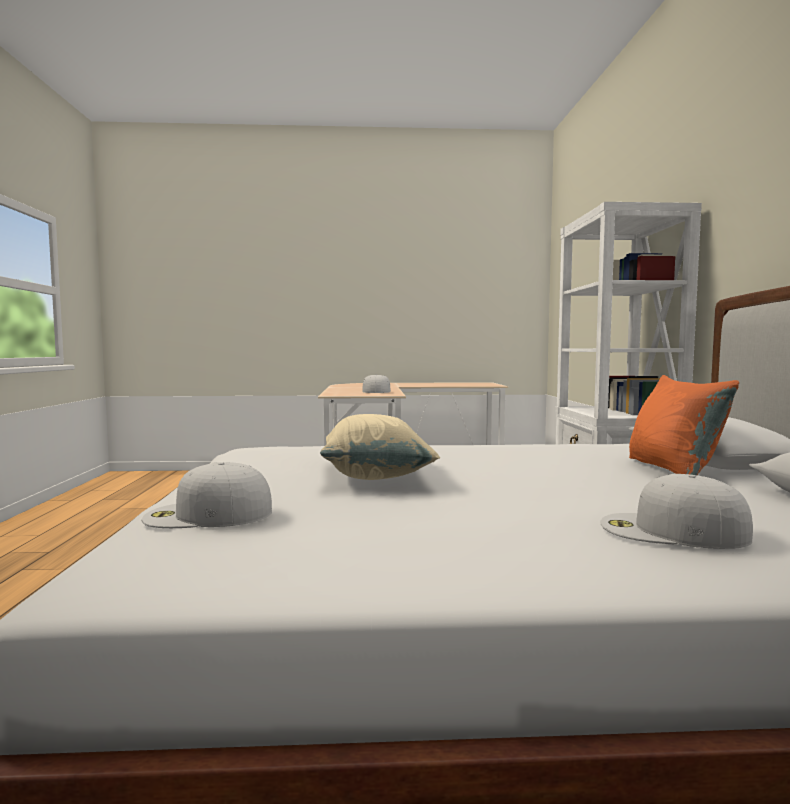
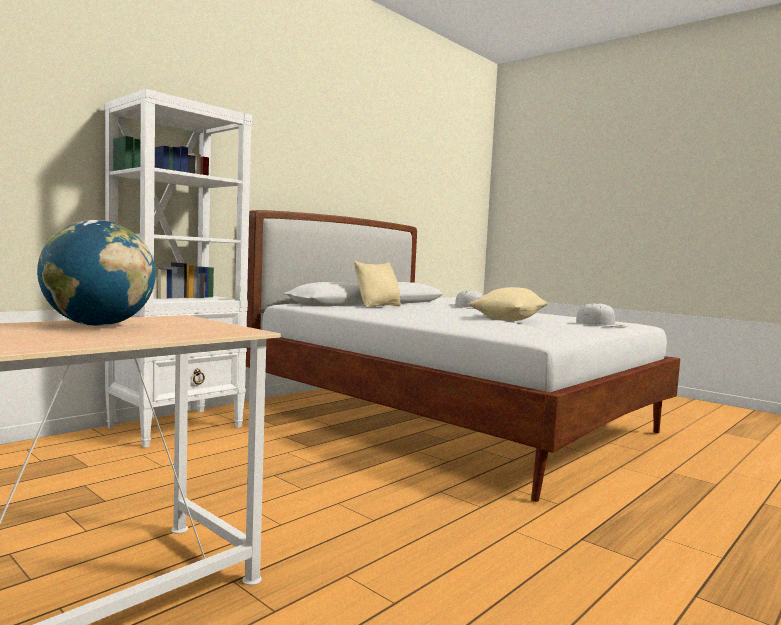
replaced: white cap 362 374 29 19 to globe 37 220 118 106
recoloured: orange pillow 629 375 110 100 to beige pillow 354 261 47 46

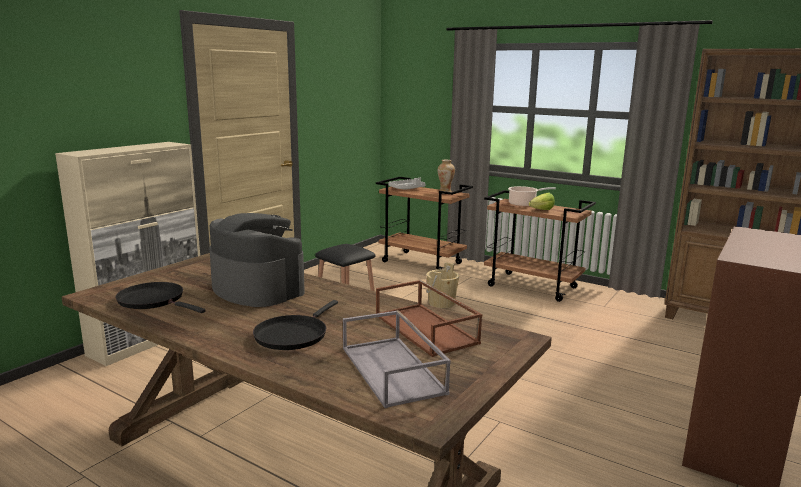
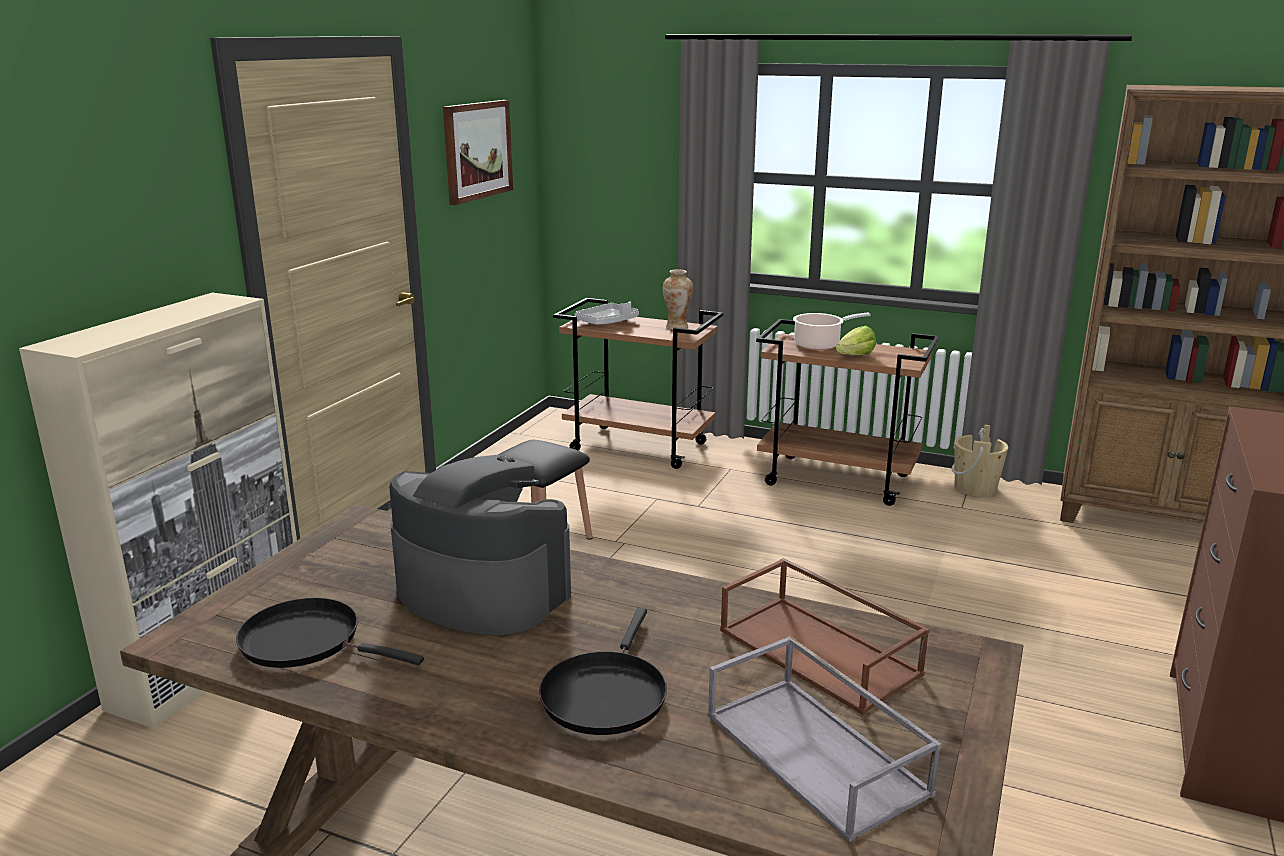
added: picture 443 100 70 105
moved: beige bucket 426 262 33 46 to 952 425 56 72

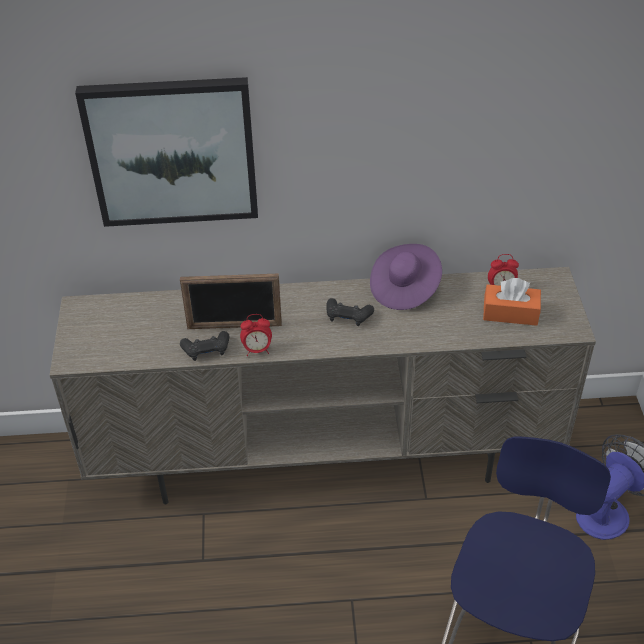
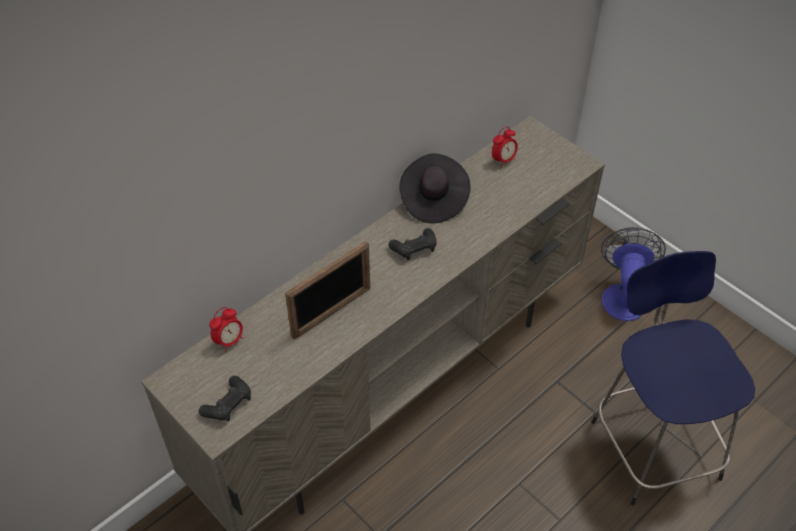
removed: picture 75 77 183 150; orange tissue box 483 278 58 48
moved: black game controller 180 331 49 30 to 199 376 52 45; alarm clock 240 314 32 42 to 209 307 34 45
recoloured: purple hat 370 244 72 66 to black hat 399 153 71 70

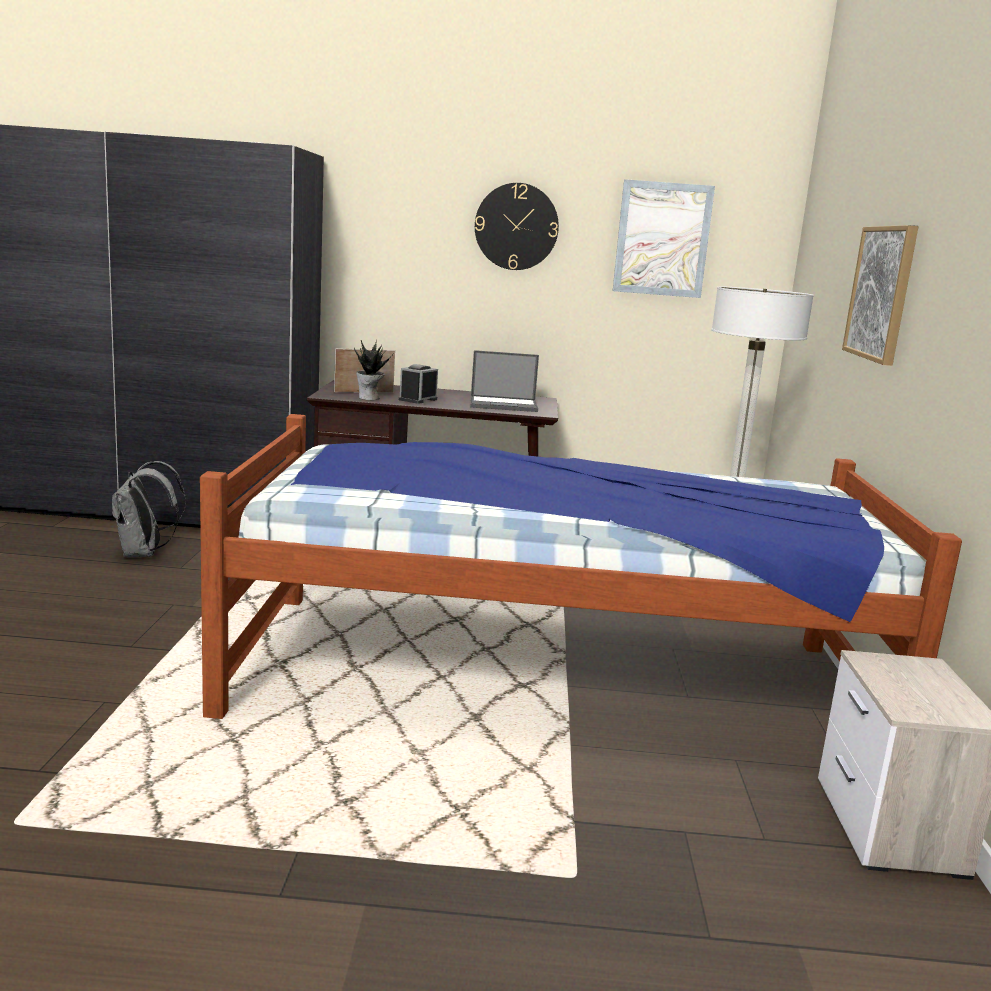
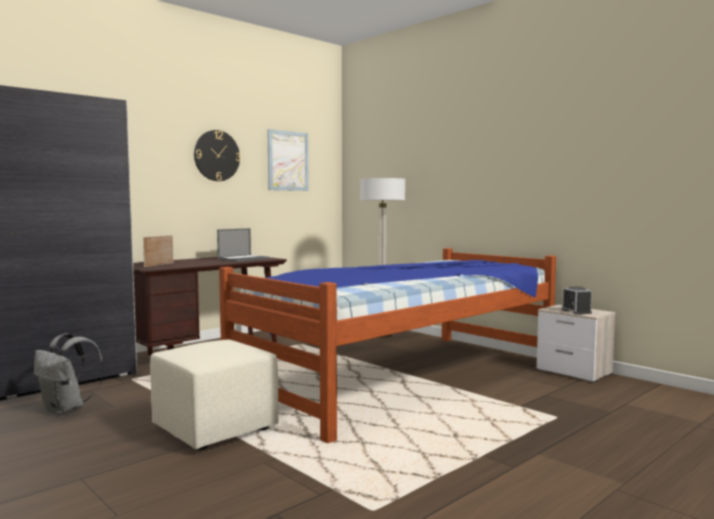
removed: potted plant 354 339 40 61; picture 842 225 77 141
added: beige ottoman 150 339 129 111
moved: alarm clock 399 364 39 40 to 562 286 30 29

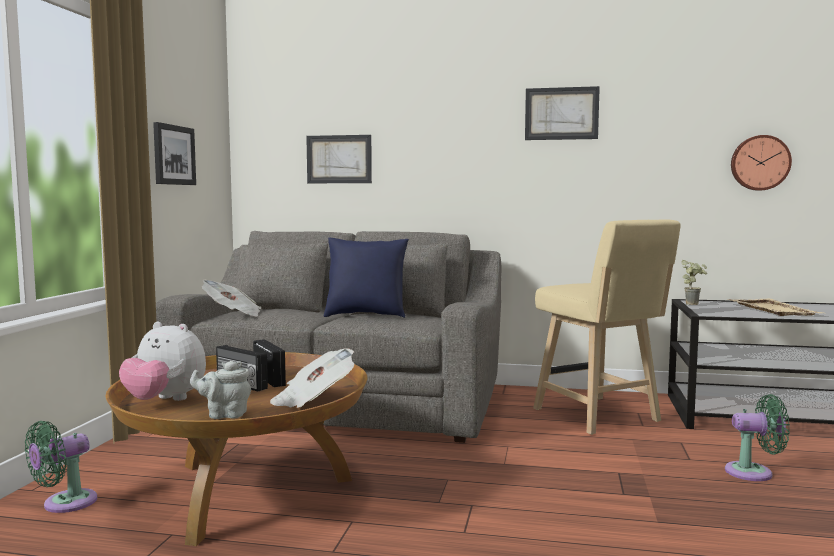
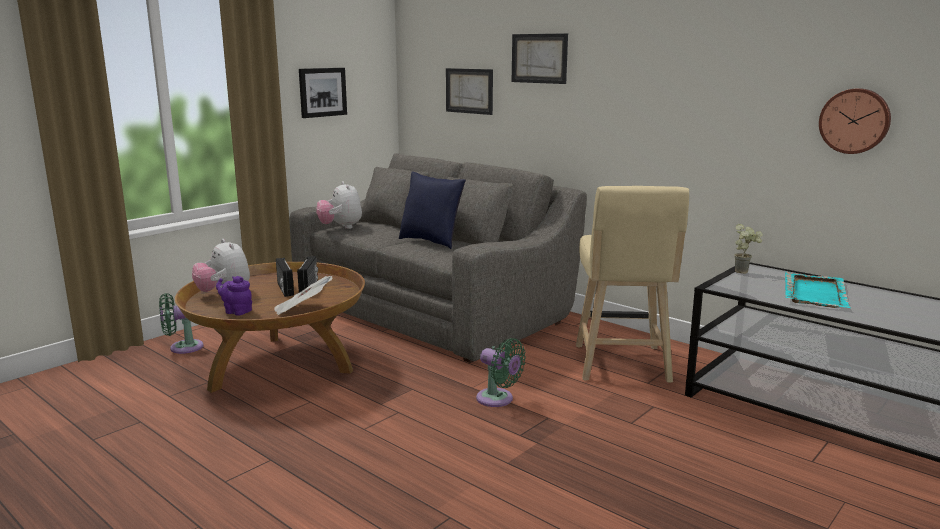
moved: picture 525 86 75 54 to 512 33 56 51; green fan 725 394 65 87 to 476 338 50 69
replaced: newspaper 202 280 59 37 to plush toy 316 181 46 48
recoloured: grey teapot 190 361 61 58 to purple teapot 216 276 36 40; beige tray 728 298 95 18 to turquoise tray 785 272 66 36

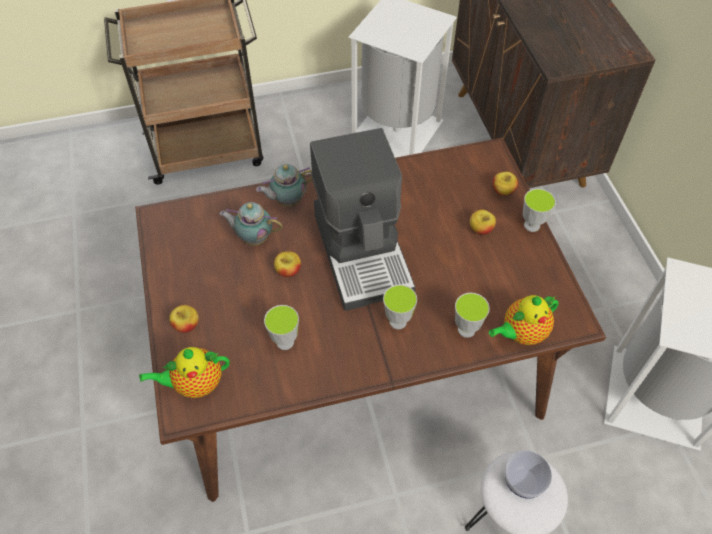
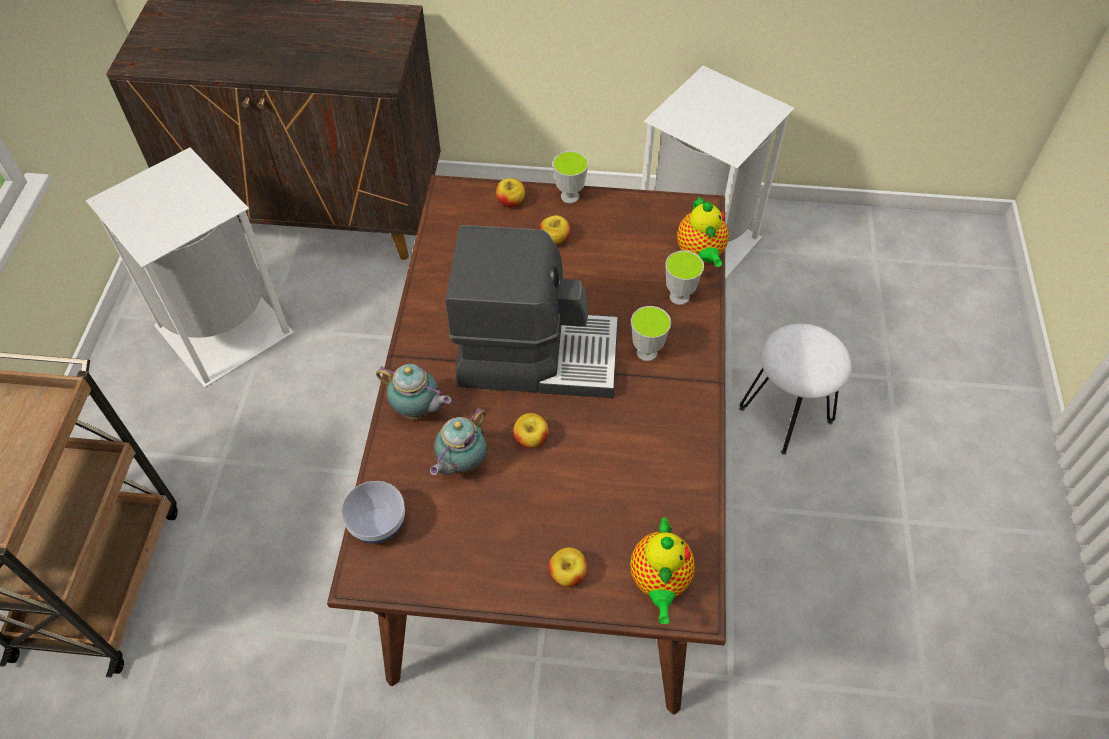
removed: cup 264 305 35 45
moved: bowl 505 451 47 48 to 341 481 64 63
turned: teapot 256 164 56 43 = 376 364 76 56 60 degrees counterclockwise

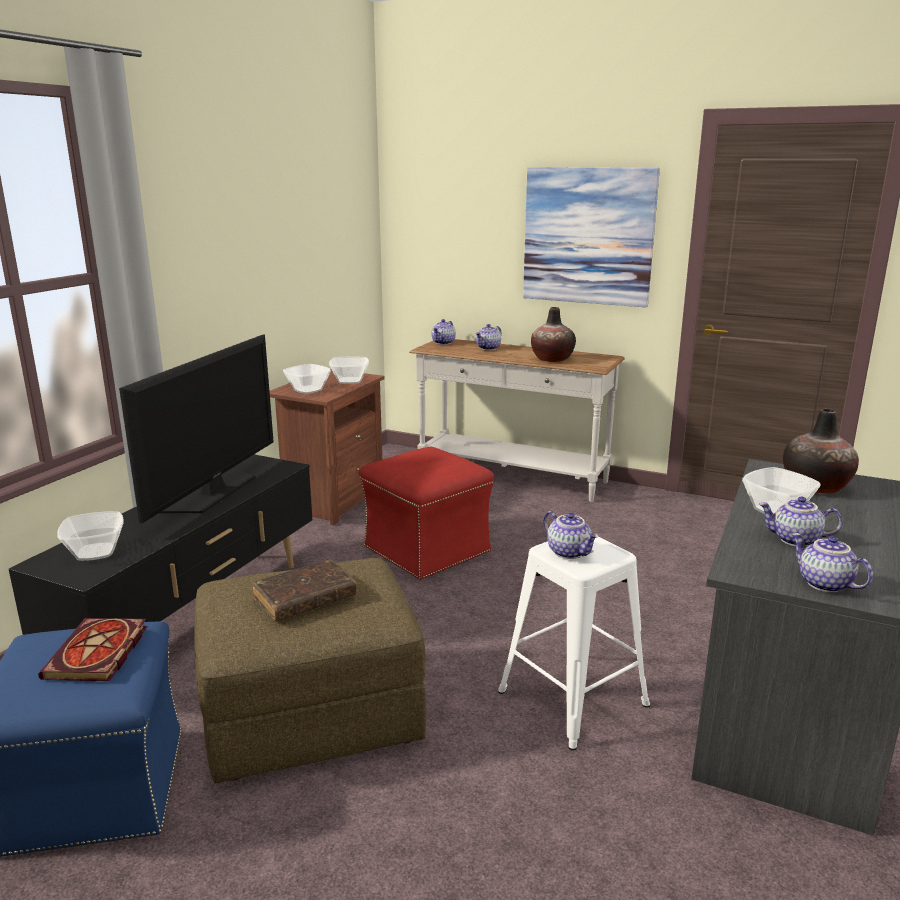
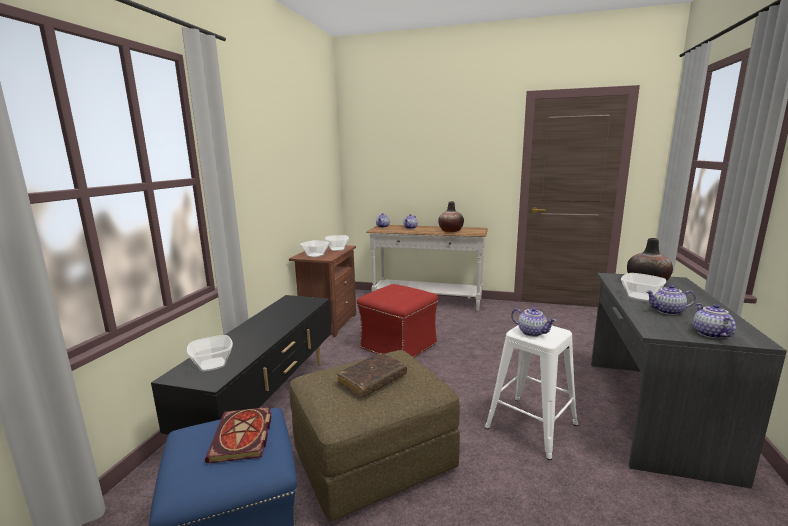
removed: television 119 334 155 190; picture 523 167 137 141
turned: teapot 792 533 81 60 = 693 303 43 36 45 degrees clockwise

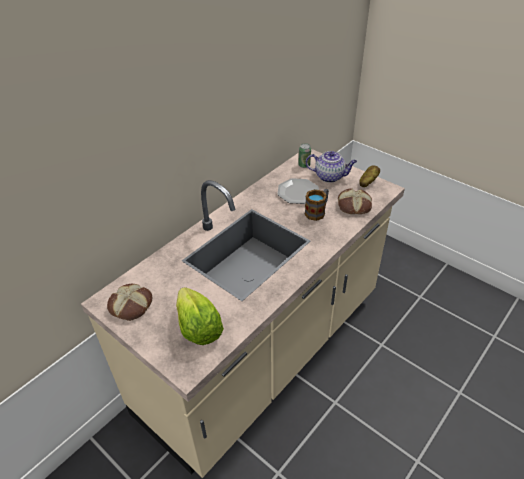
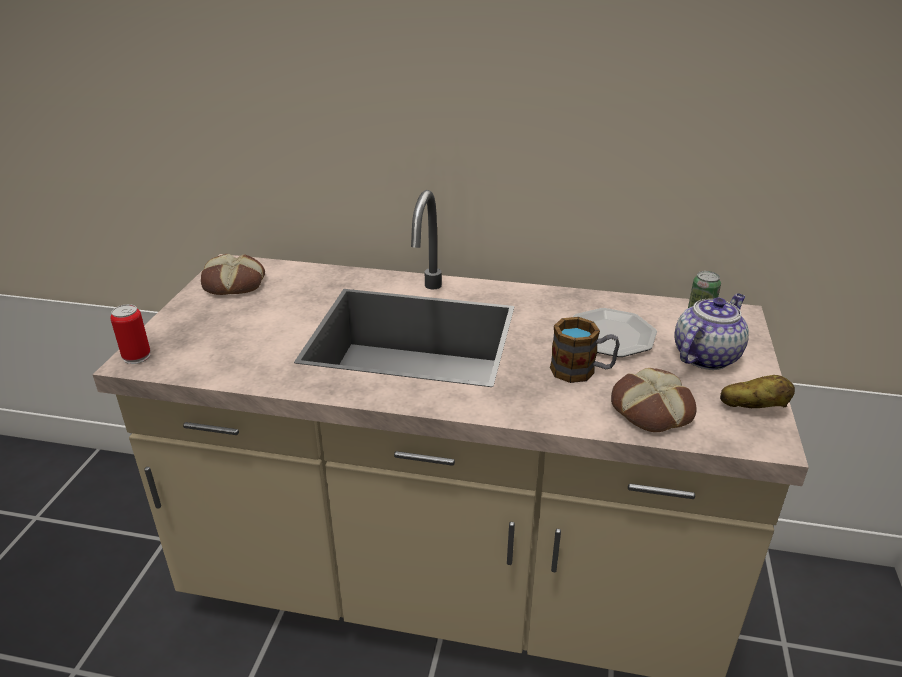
removed: lettuce 176 287 48 58
added: can 110 304 40 60
turned: teapot 306 151 51 32 = 674 294 75 76 120 degrees counterclockwise

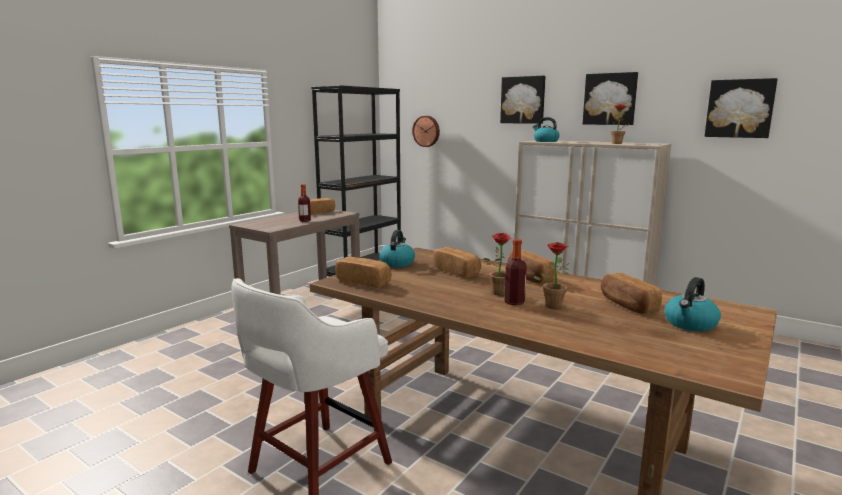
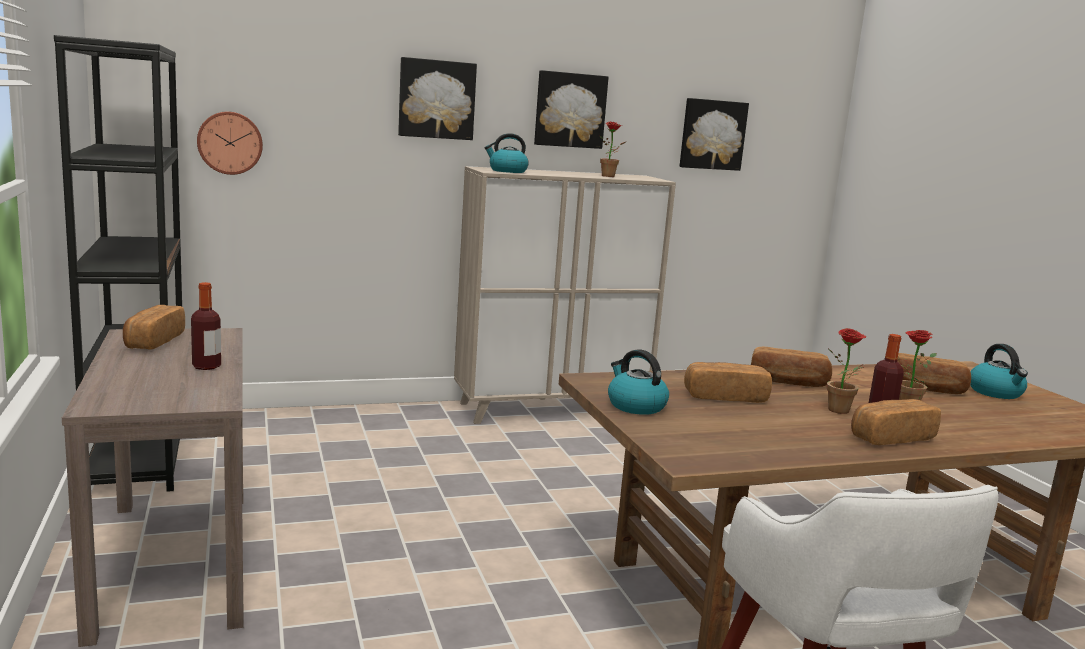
moved: bread 335 257 56 31 to 851 399 90 46

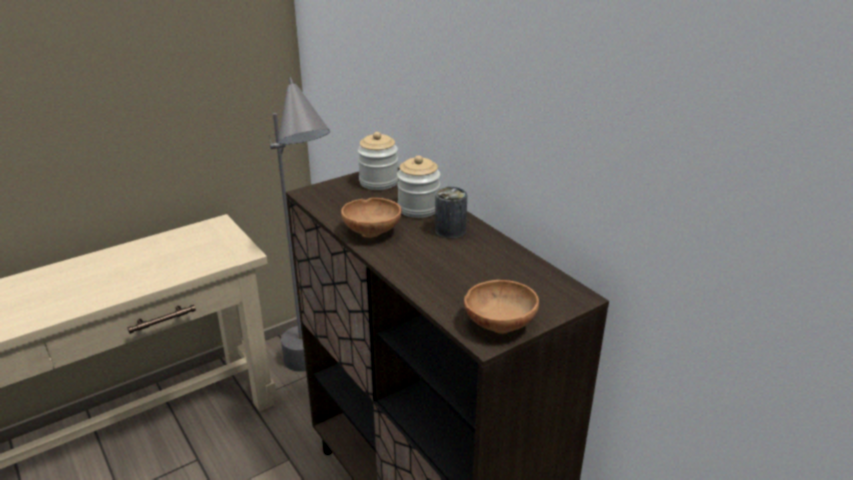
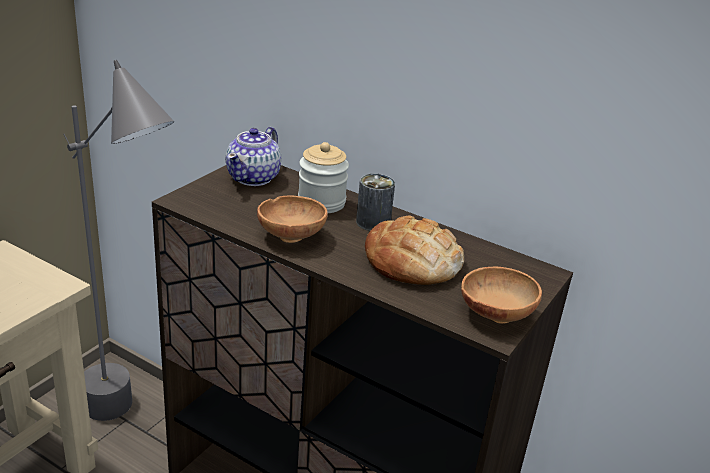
added: bread 365 215 99 70
replaced: jar 357 132 41 58 to teapot 226 127 55 59

